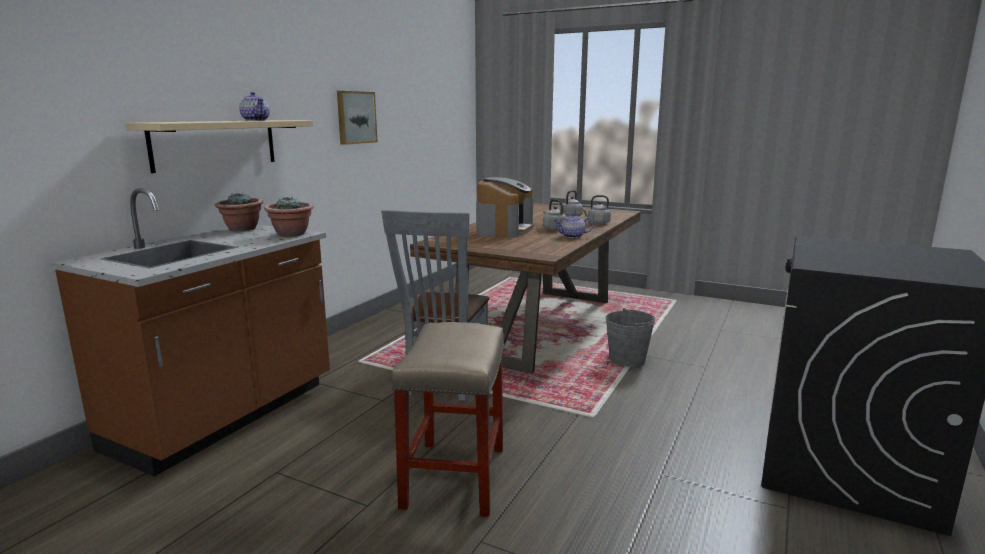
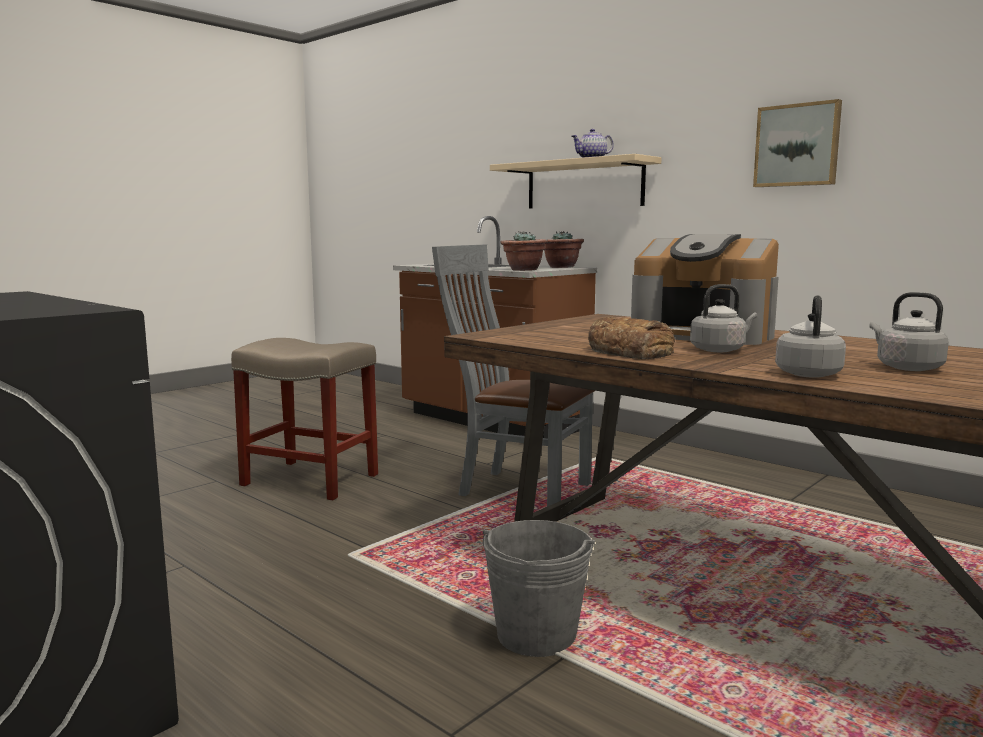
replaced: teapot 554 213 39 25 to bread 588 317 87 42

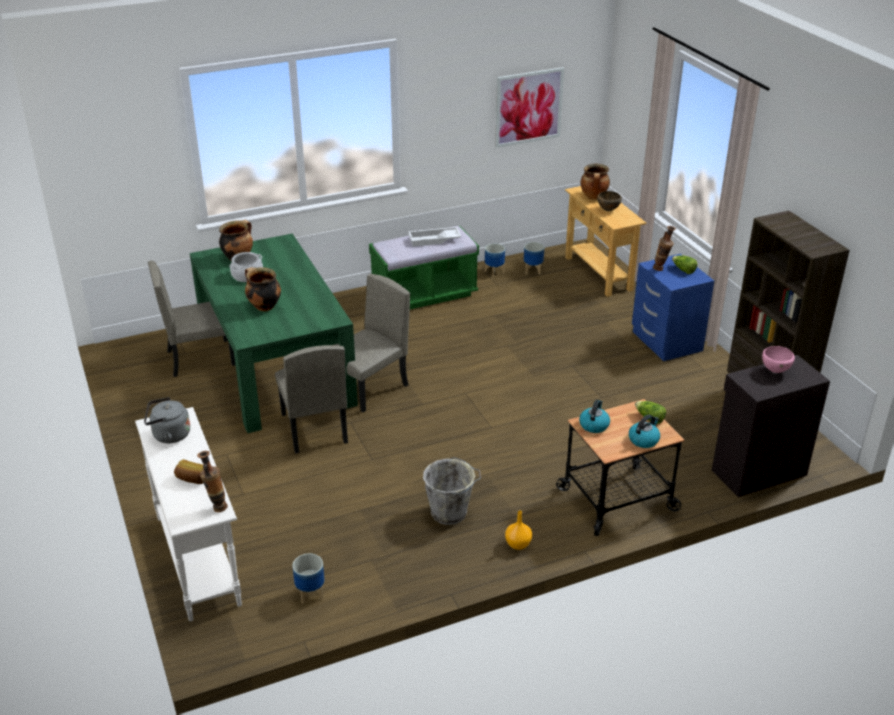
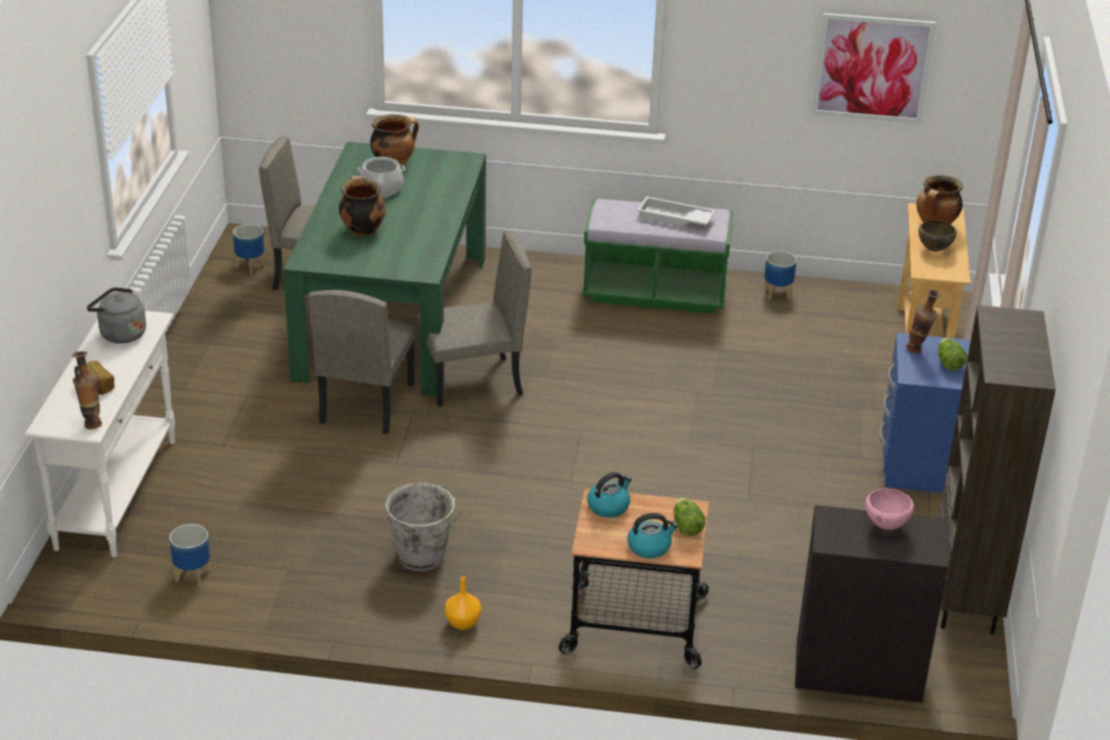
moved: planter 524 242 20 33 to 233 224 33 50

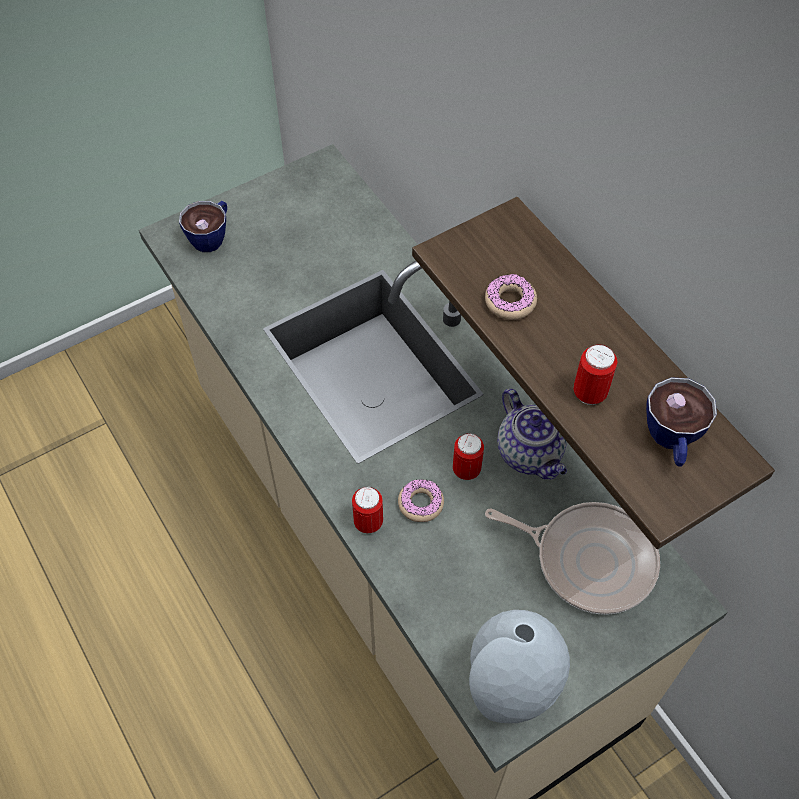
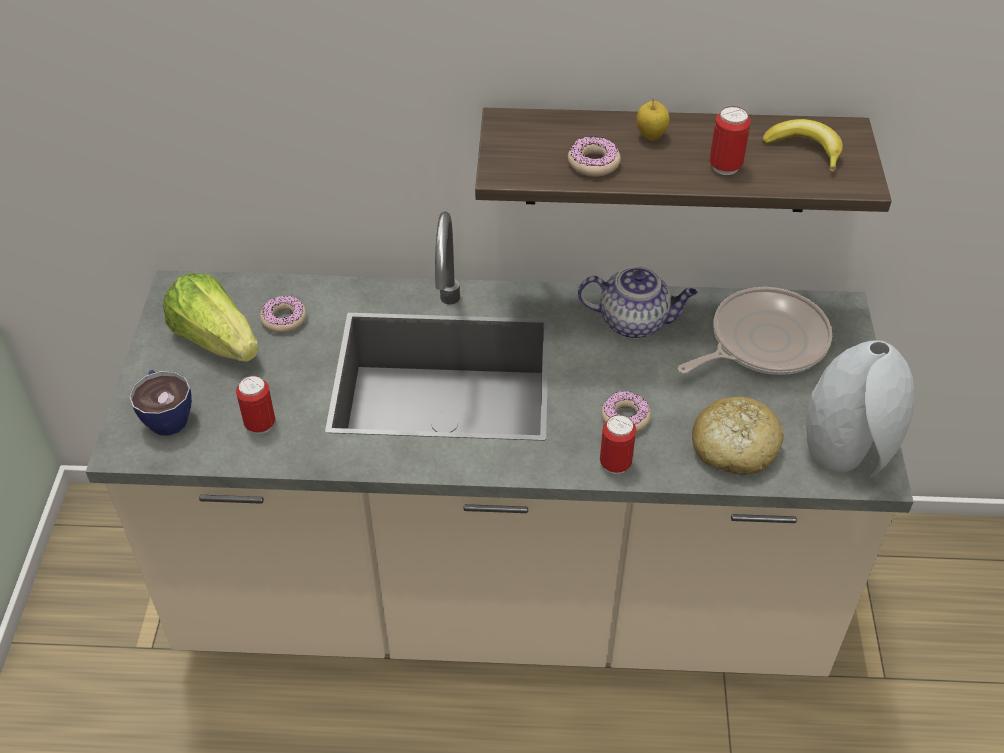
added: lettuce 163 273 96 89; donut 260 295 46 38; apple 636 98 33 43; bread 692 397 92 78
moved: can 453 433 31 47 to 236 376 39 58
replaced: cup 646 377 71 90 to banana 762 119 81 54

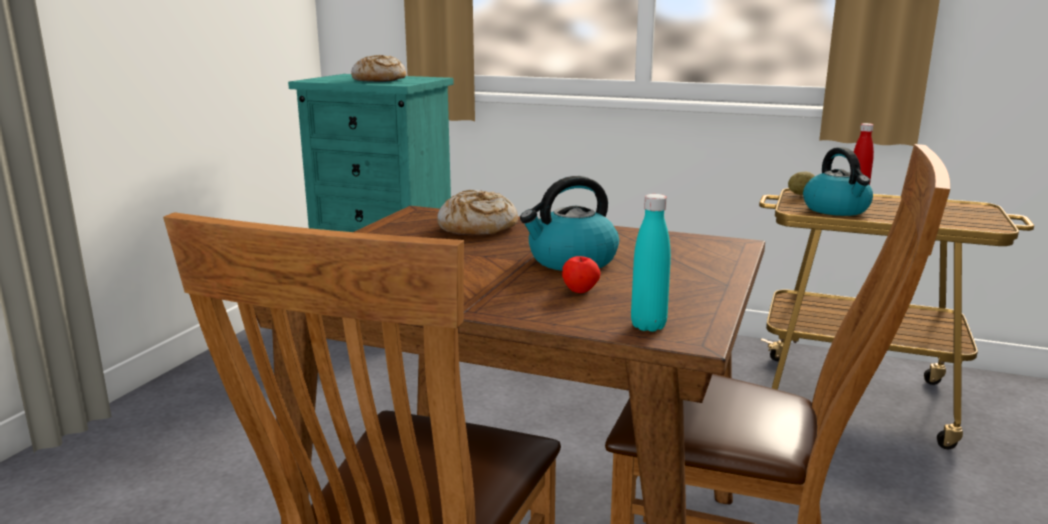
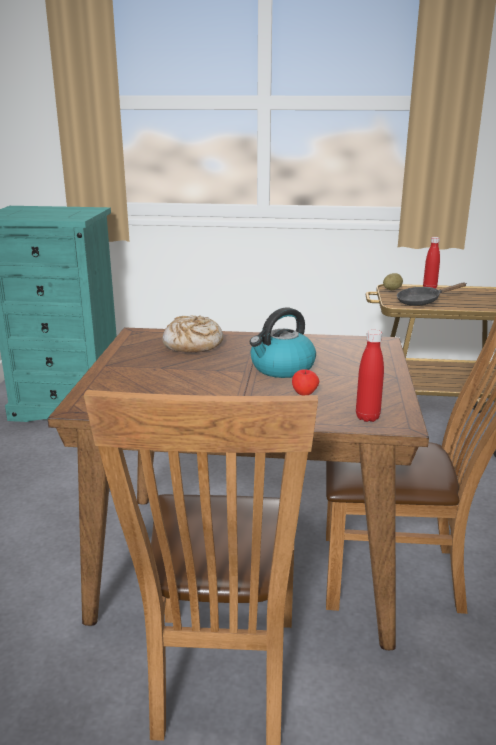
removed: bread 351 55 55 27
replaced: kettle 803 147 70 69 to black frying pan 397 282 69 24
recoloured: turquoise bottle 631 194 40 138 to red bottle 356 330 28 92

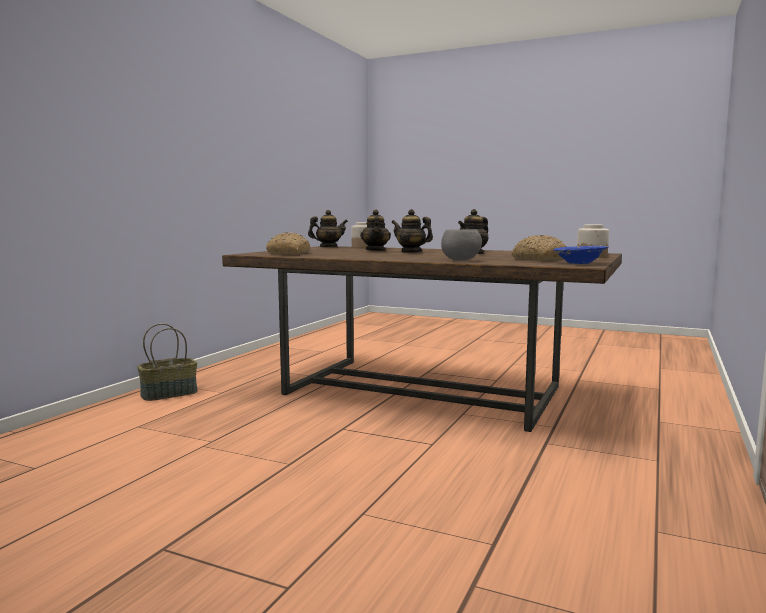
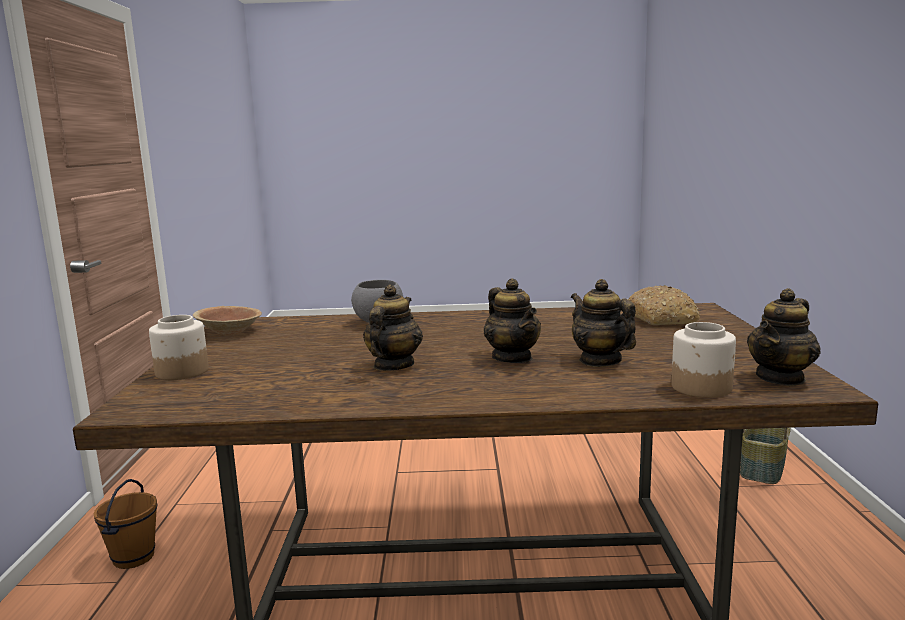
removed: bread 511 235 55 26
added: brown bucket 94 479 63 90
recoloured: blue bowl 553 246 56 18 to brown bowl 193 306 69 29
turned: teapot 391 209 42 44 = 484 278 57 85 60 degrees clockwise

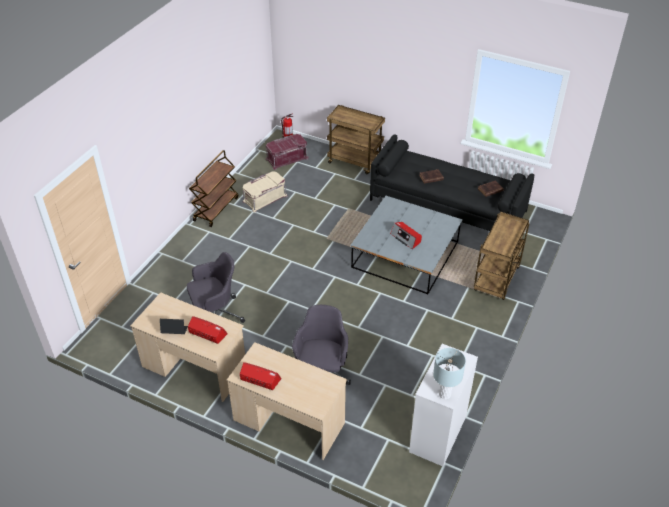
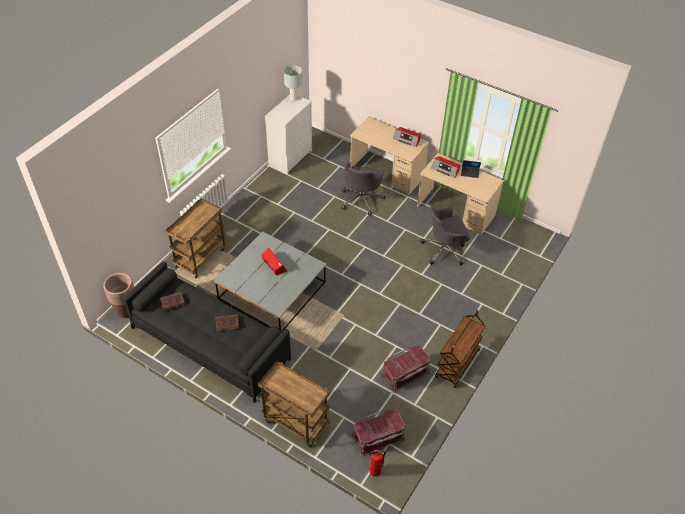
added: brown planter 103 273 31 45
recoloured: beige storage box 242 171 46 41 to red storage box 380 345 50 48

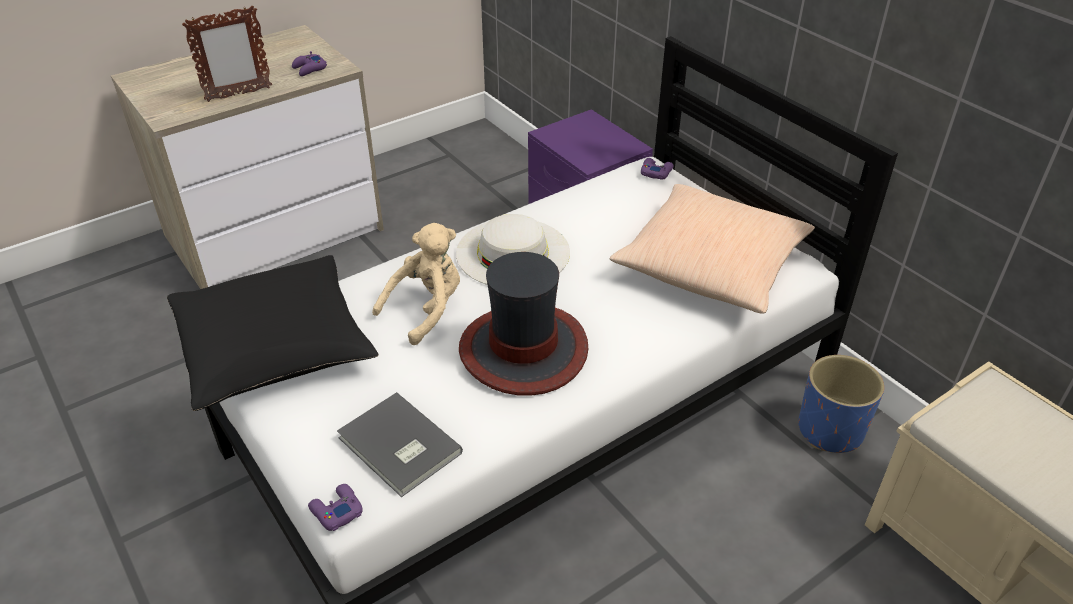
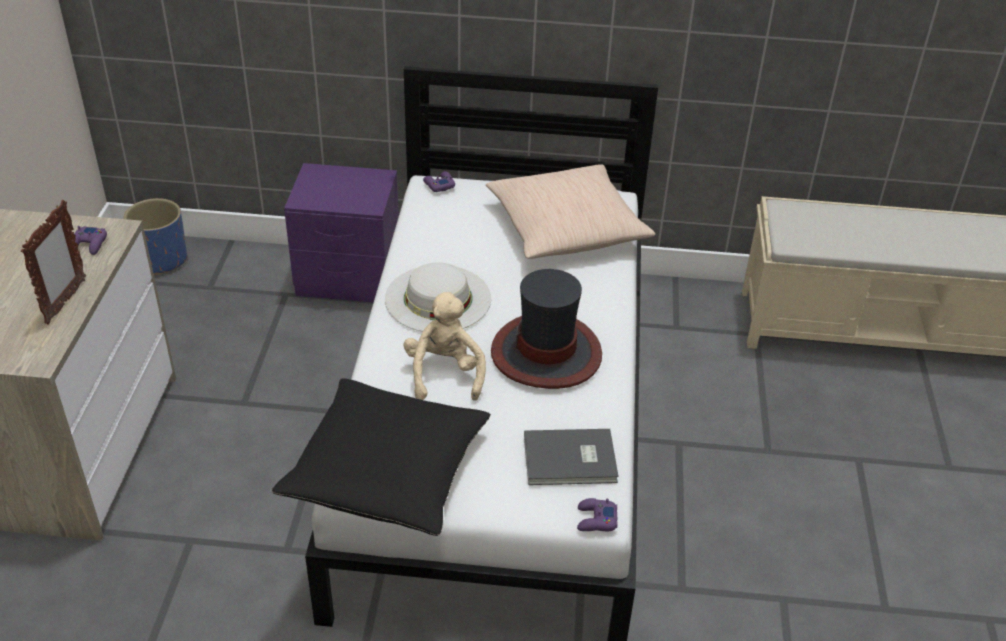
moved: blue planter 798 355 86 98 to 124 198 63 77

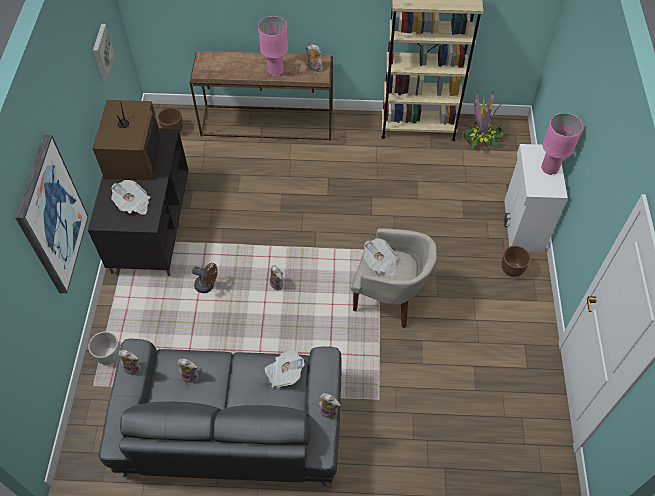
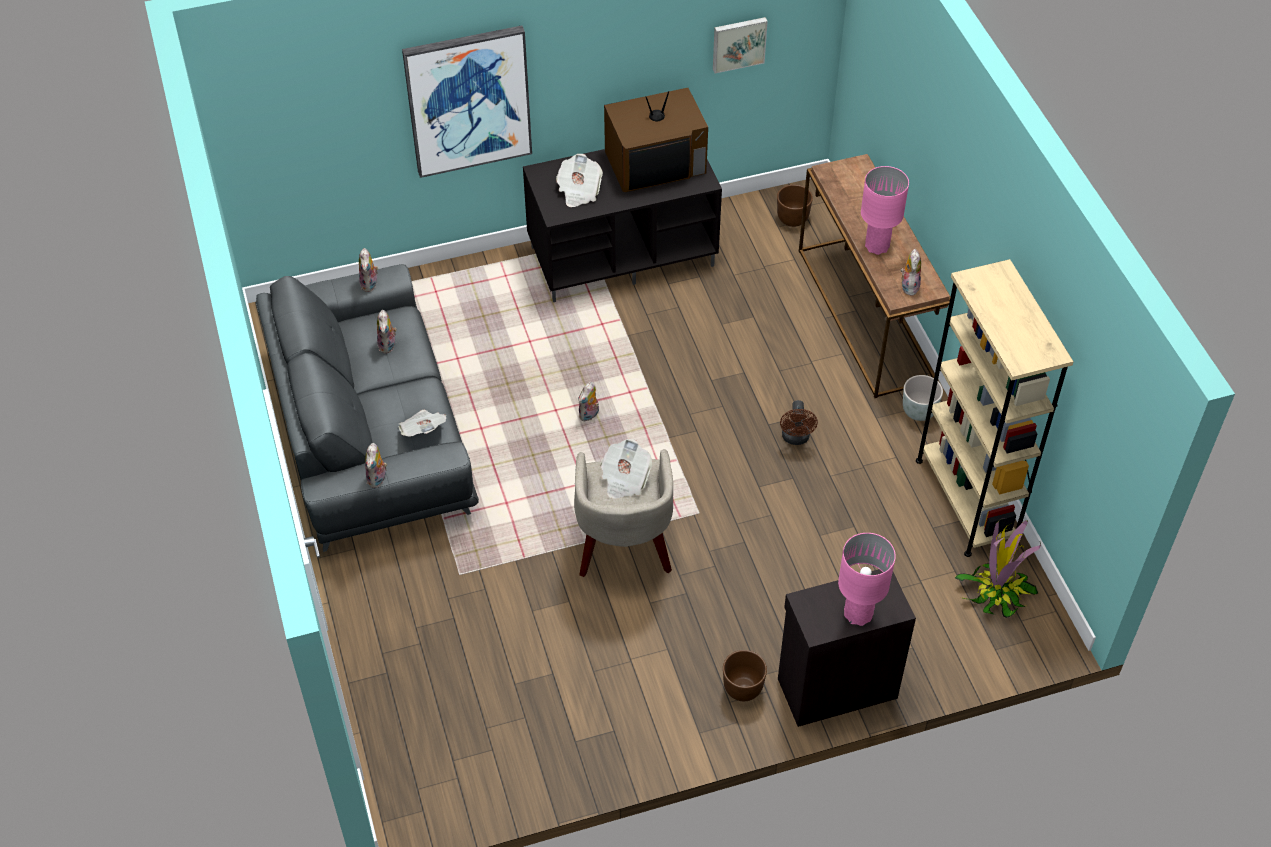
moved: grey planter 88 331 32 34 to 903 375 40 46; brown fan 192 263 26 30 to 780 400 38 45
recoloured: white cabinet 503 144 64 108 to black cabinet 778 569 138 158

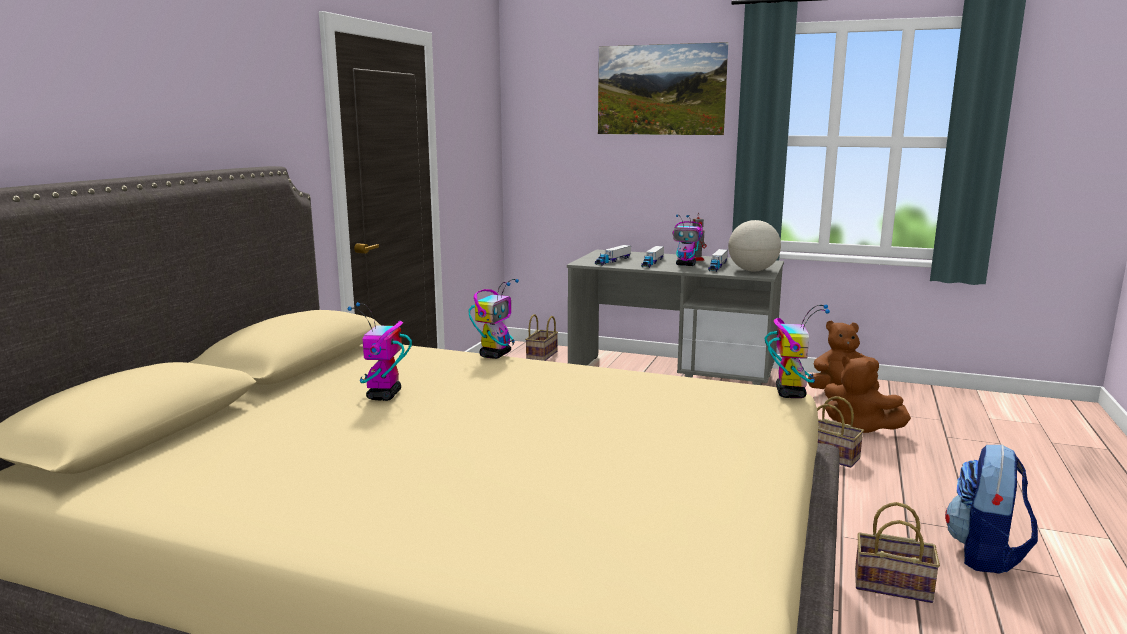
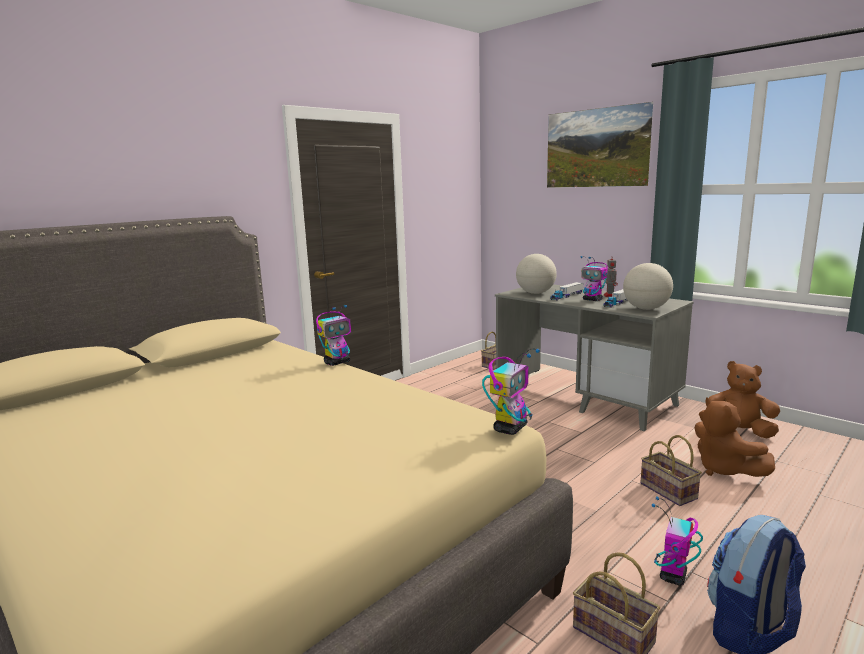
moved: toy robot 347 302 65 99 to 652 496 51 90
replaced: toy truck 595 245 36 21 to globe 516 254 41 40

